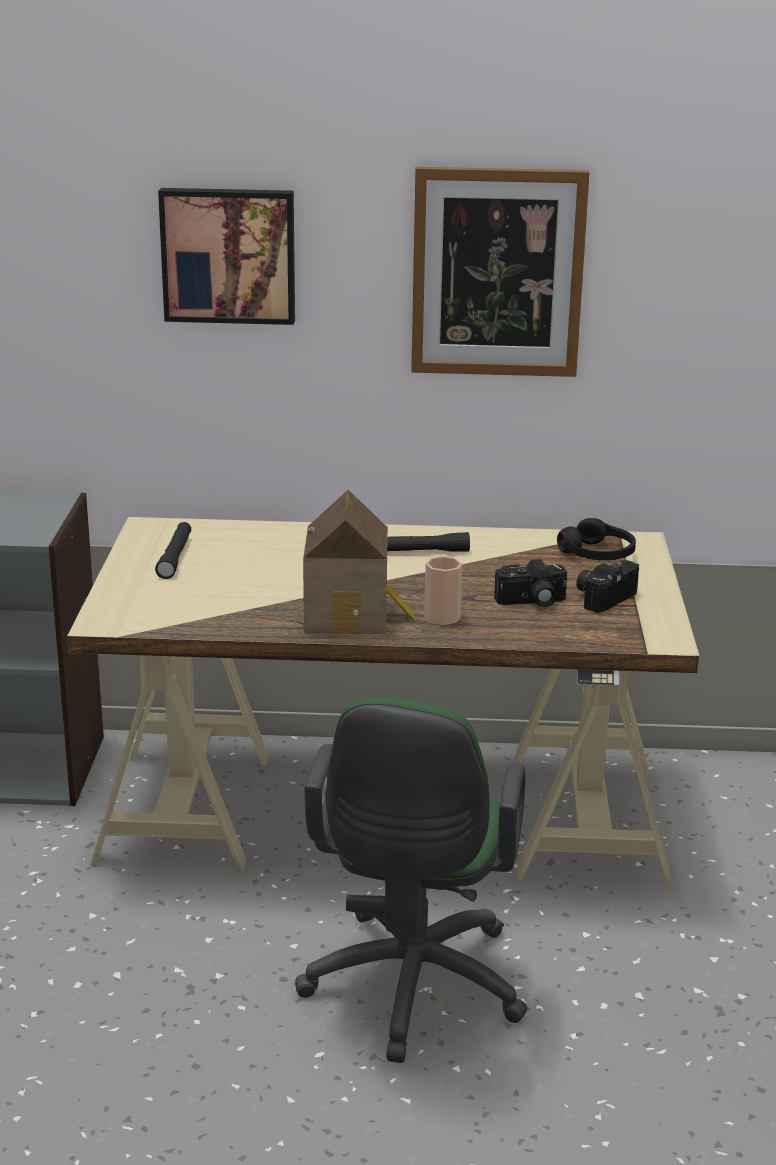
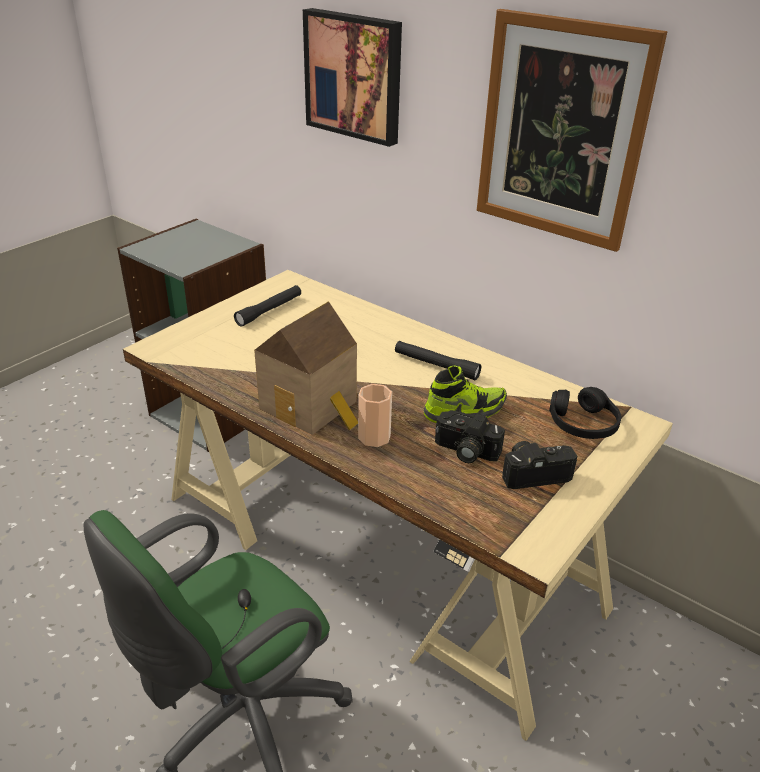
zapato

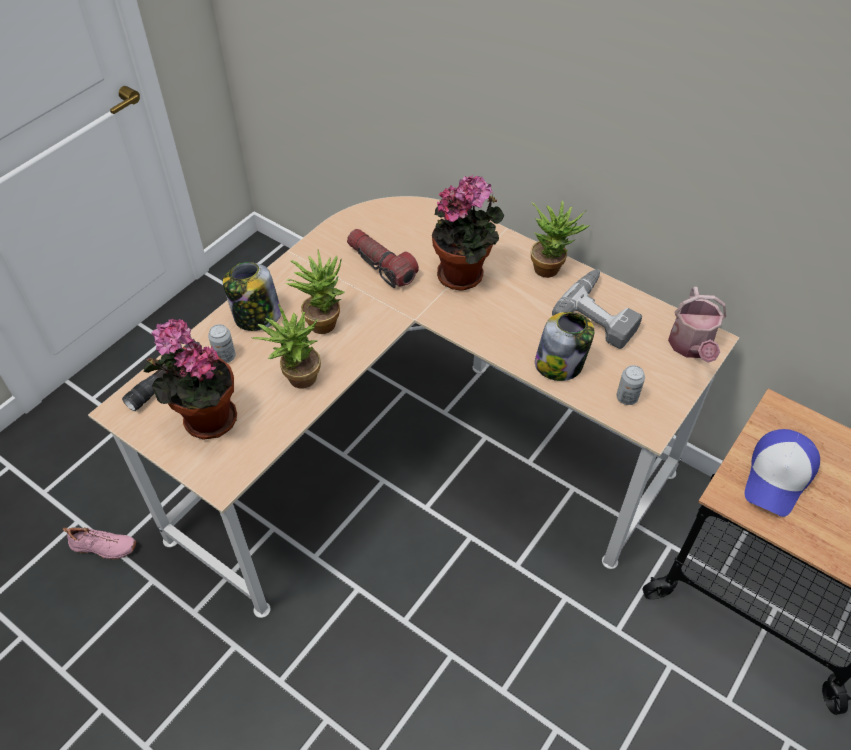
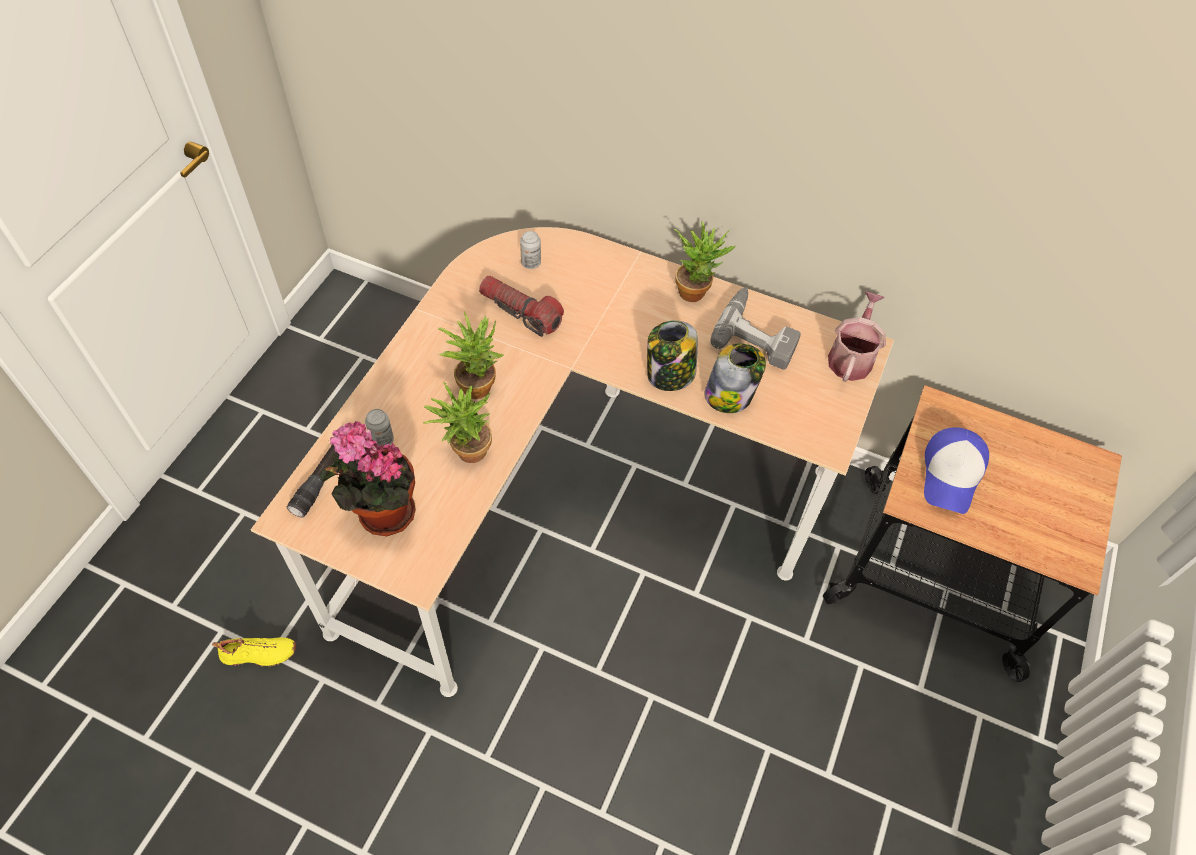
zapato [amarillo]; tarro (1st from left); planta en maceta (4th from left in the first image); lata (2nd from left); regadera

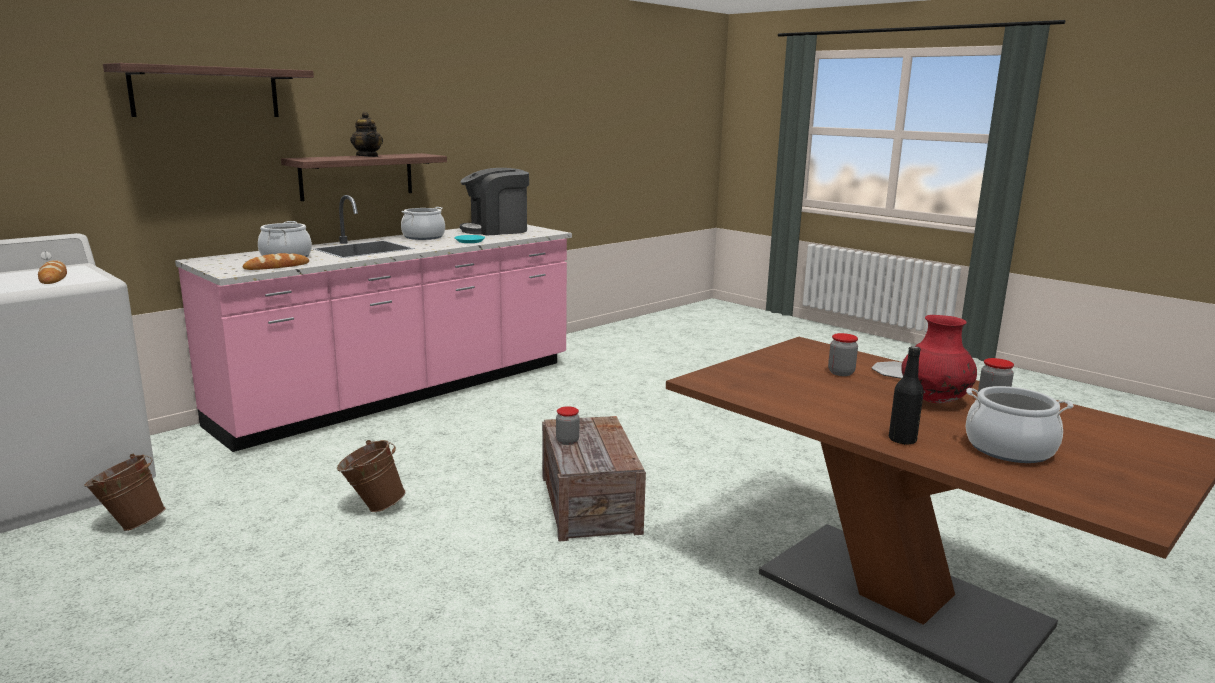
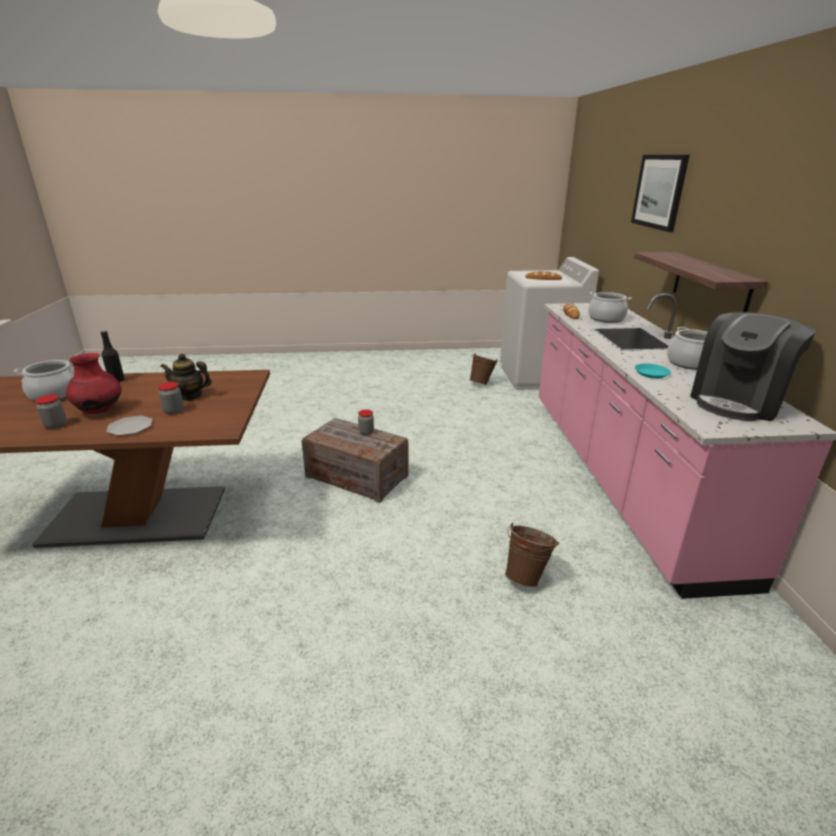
cuadro; cubo [marrón] (2nd from left); tetera; cafetera

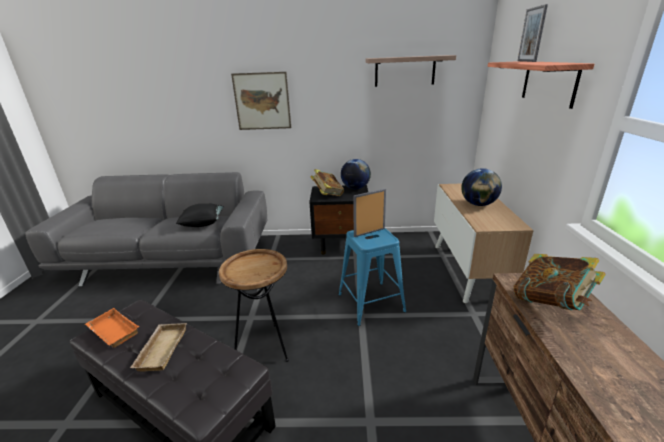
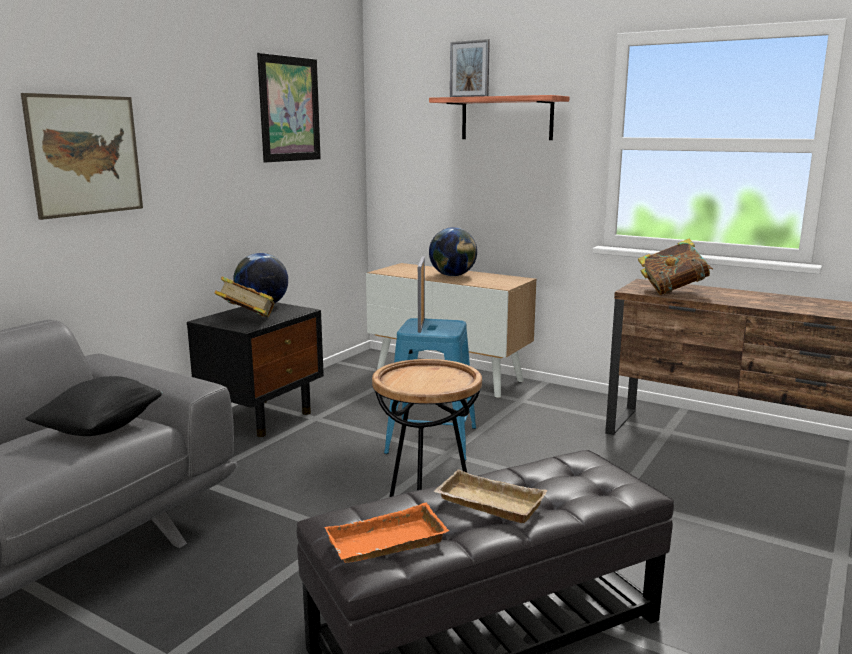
cuadro (2nd from left)

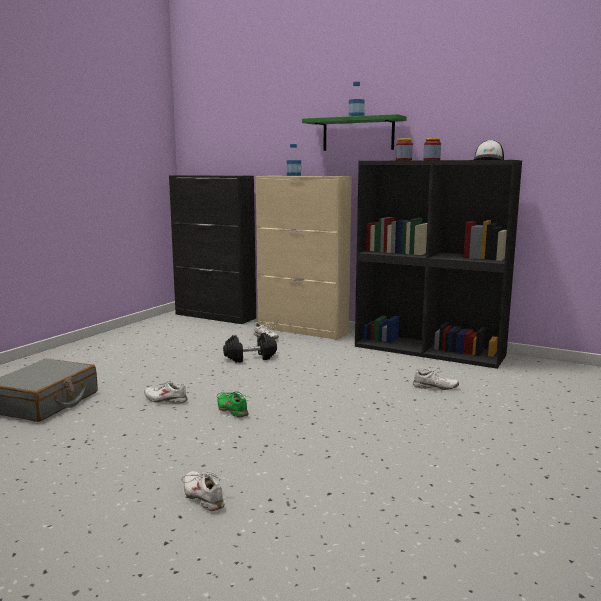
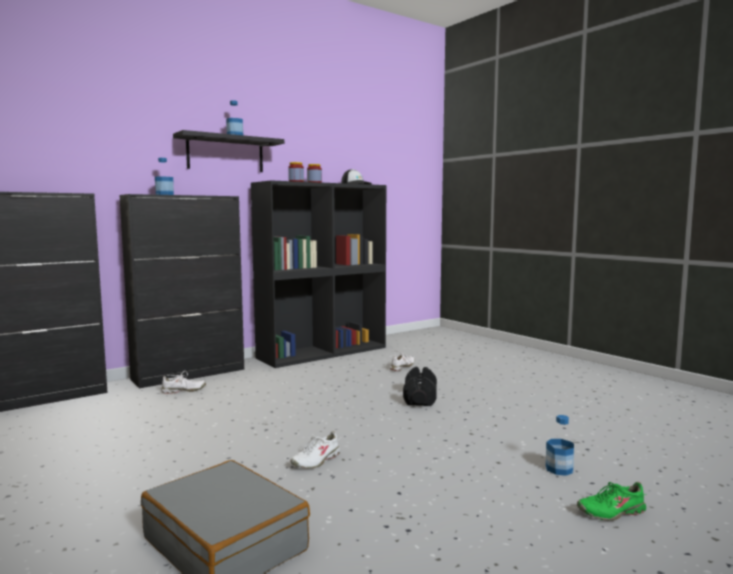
botella (3rd from left); zapato [verde]; mancuerna [negro]; armario [negro] (2nd from left); estante [negro]

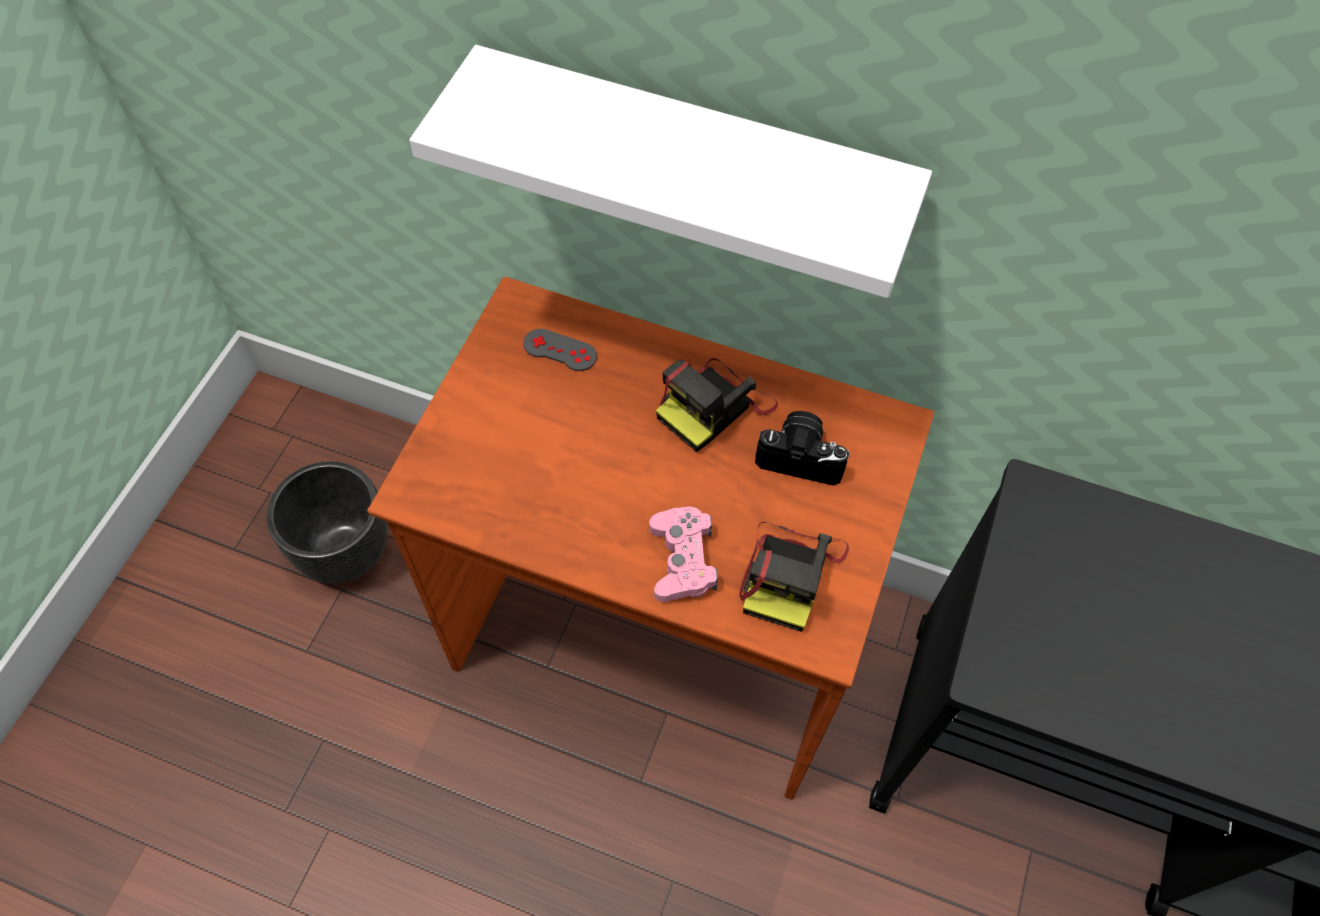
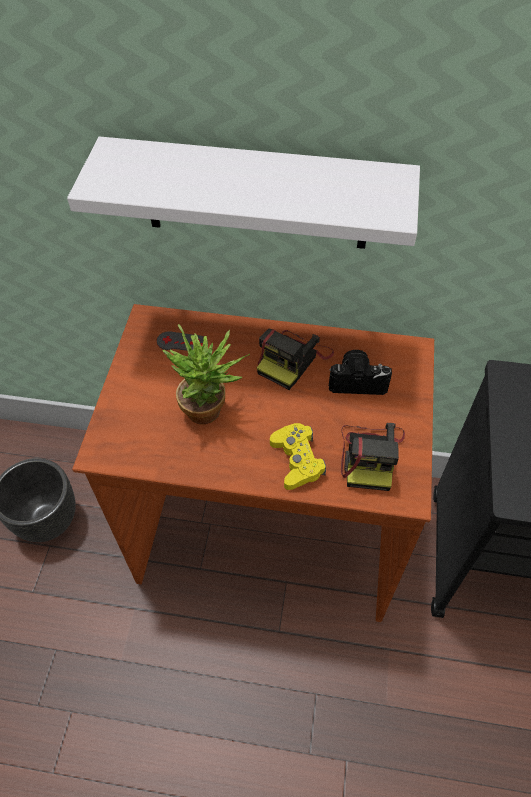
mando de consola [amarillo]; planta en maceta

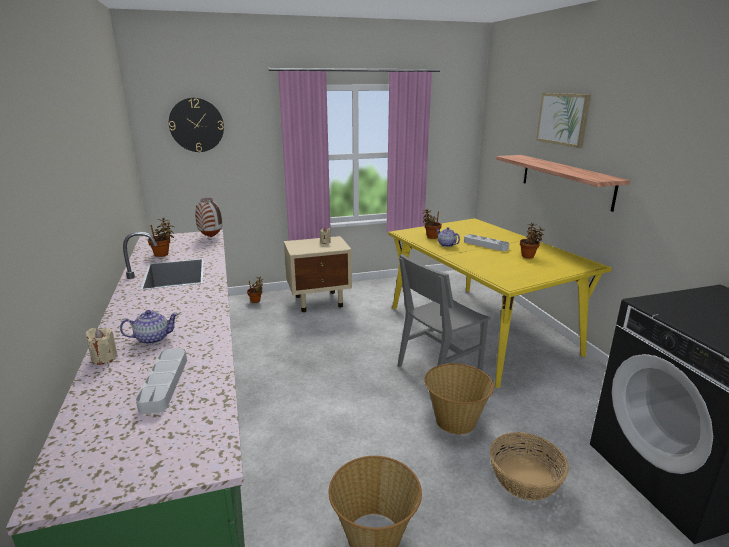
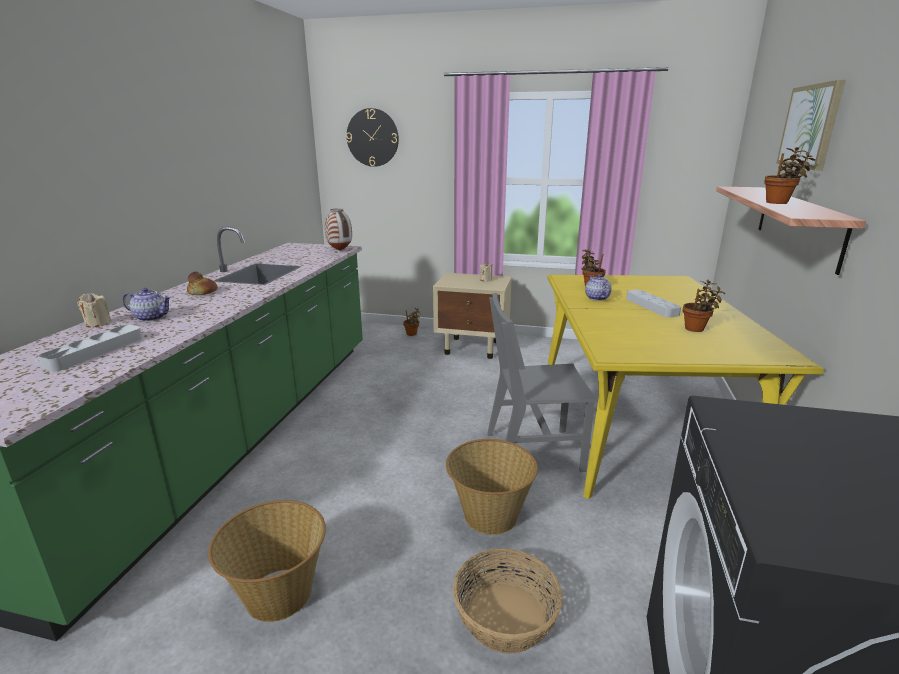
planta en maceta (4th from left); pan

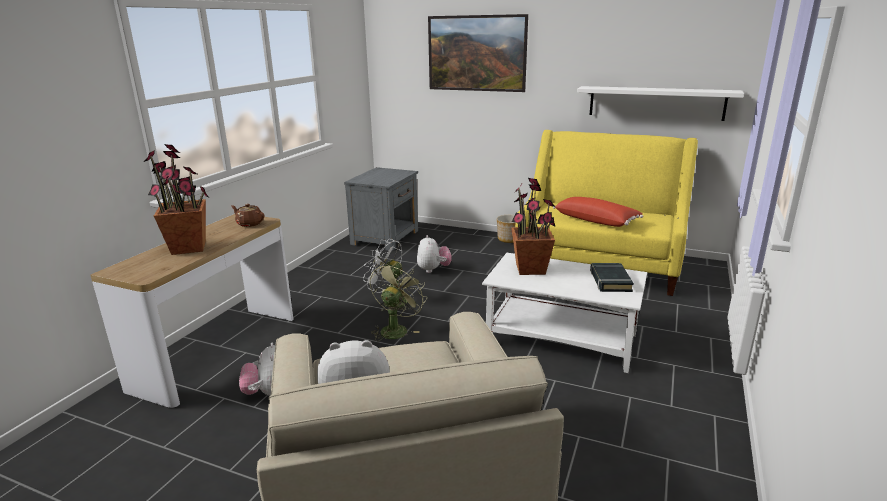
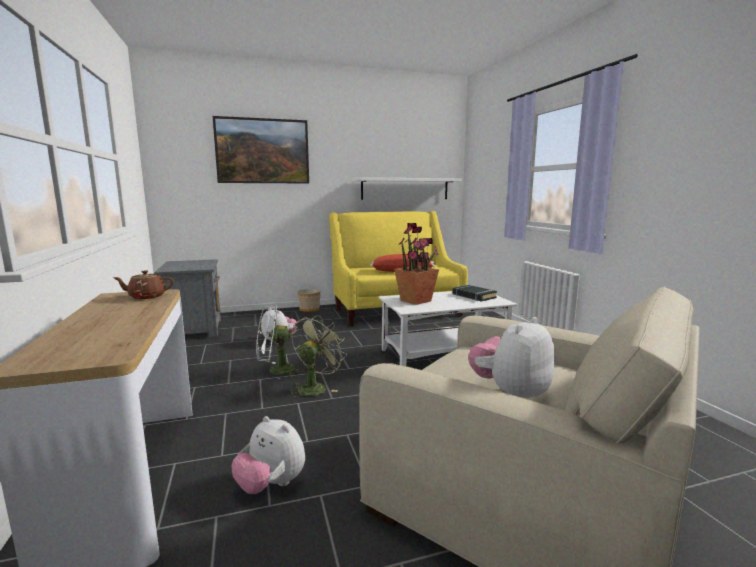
planta en maceta (1st from left in the first image); ventilador [verde]

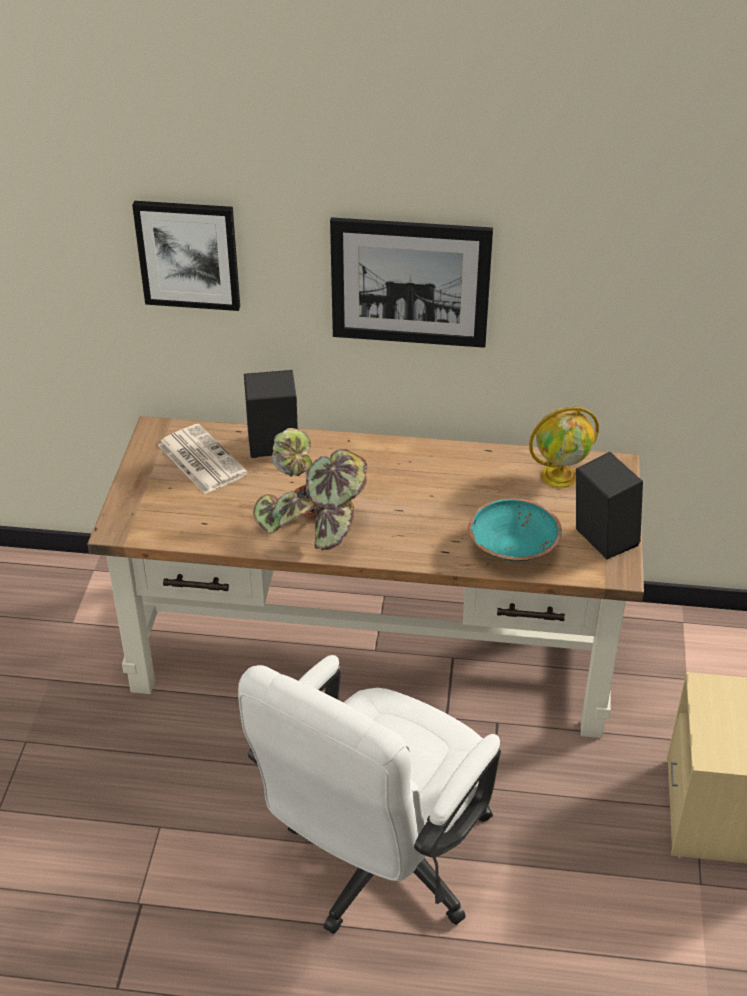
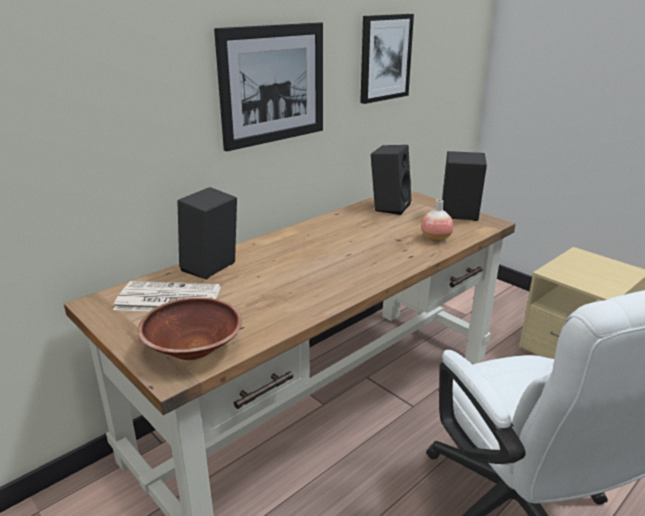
cuadro (2nd from left); planta en maceta; florero; altavoz [negro] (2nd from left); cuenco [marrón]

